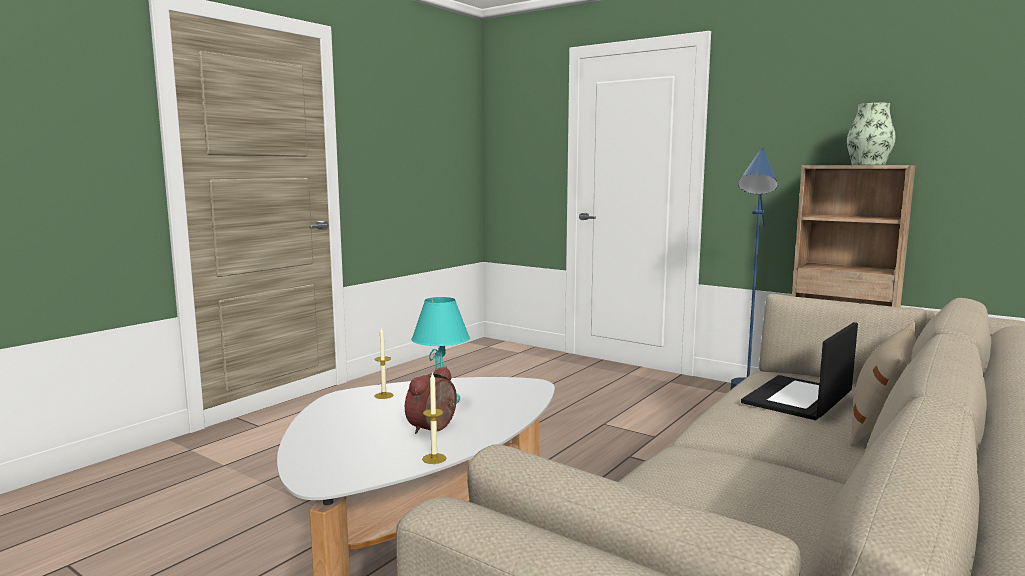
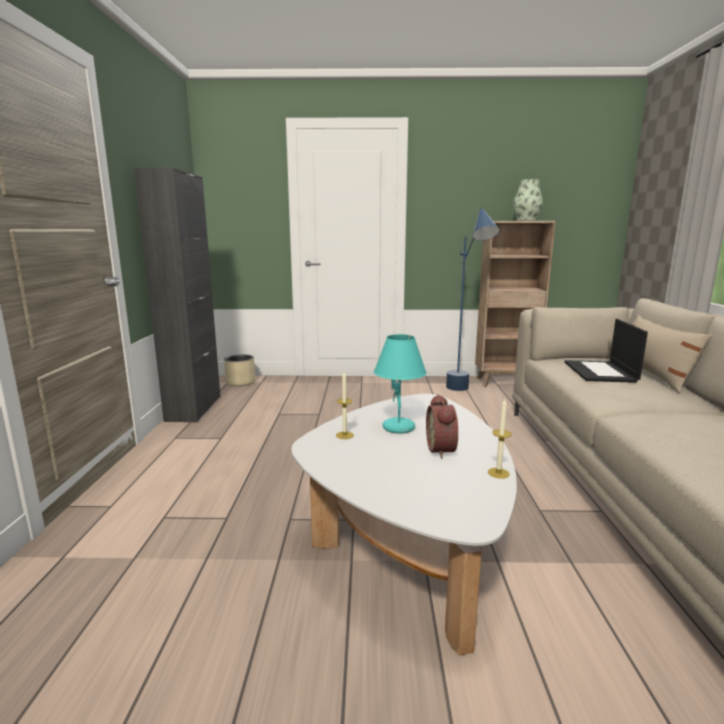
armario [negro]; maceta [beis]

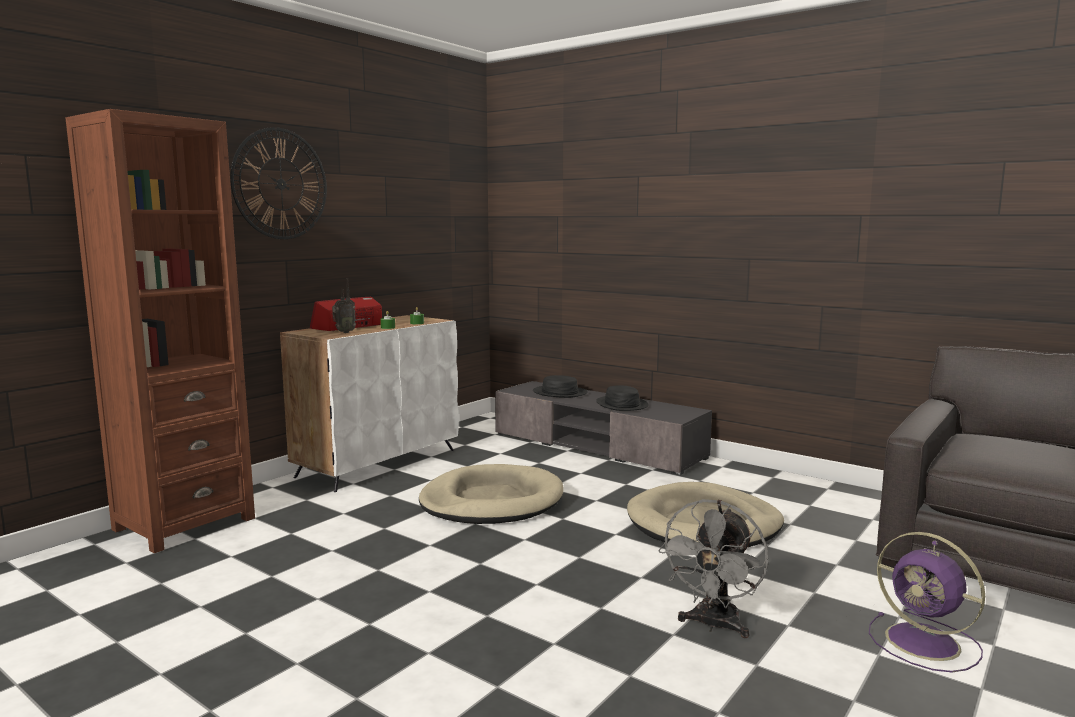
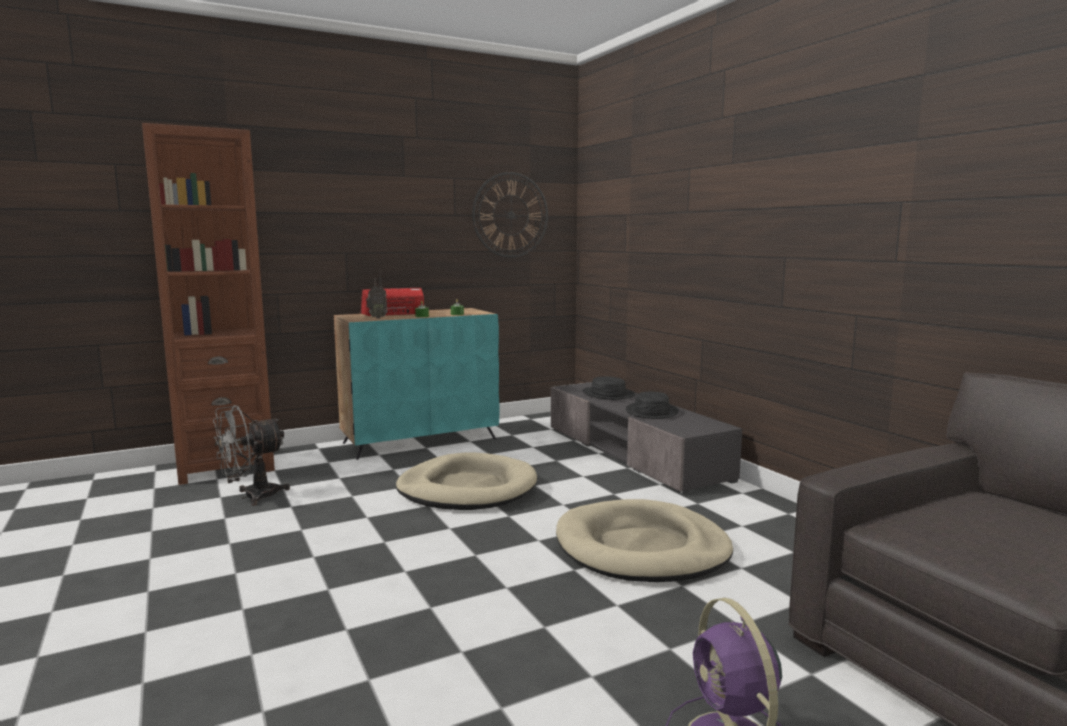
reloj de pared; armario [turquesa]; ventilador [gris]

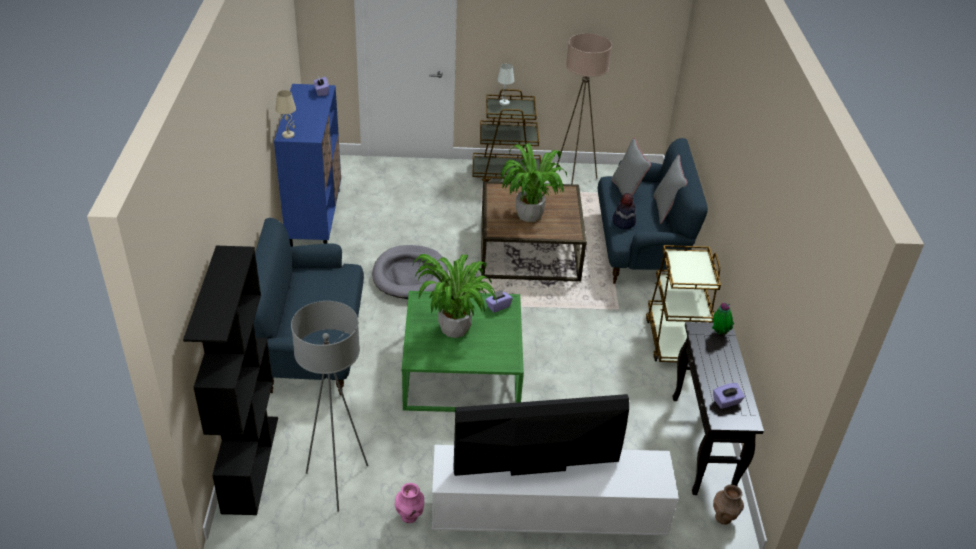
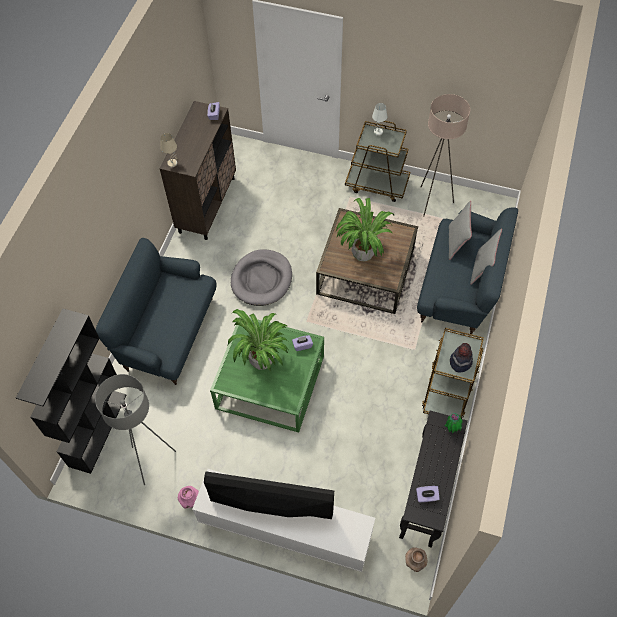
armario [marrón]; sombrero

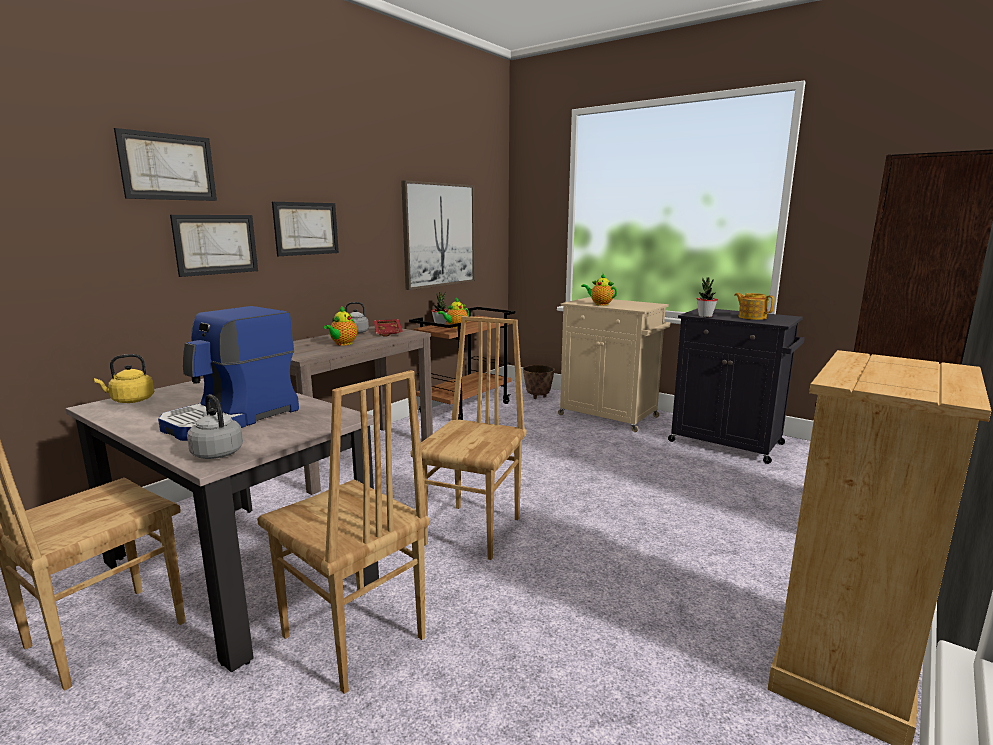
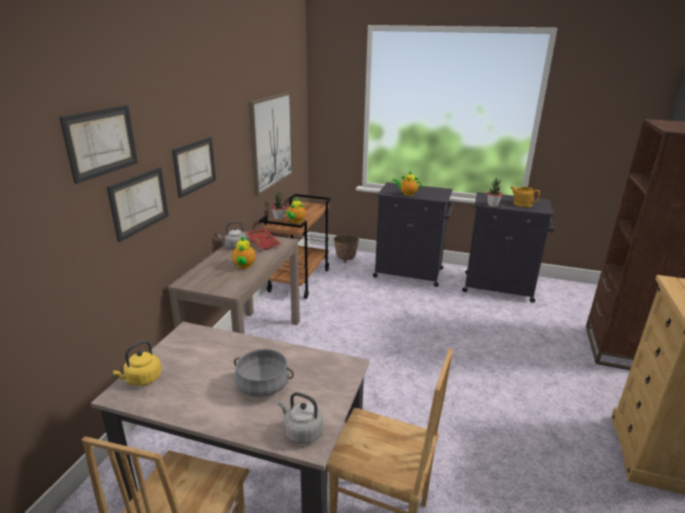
olla [gris]; silla [marrón] (3rd from left in the first image); armario [negro] (1st from left)

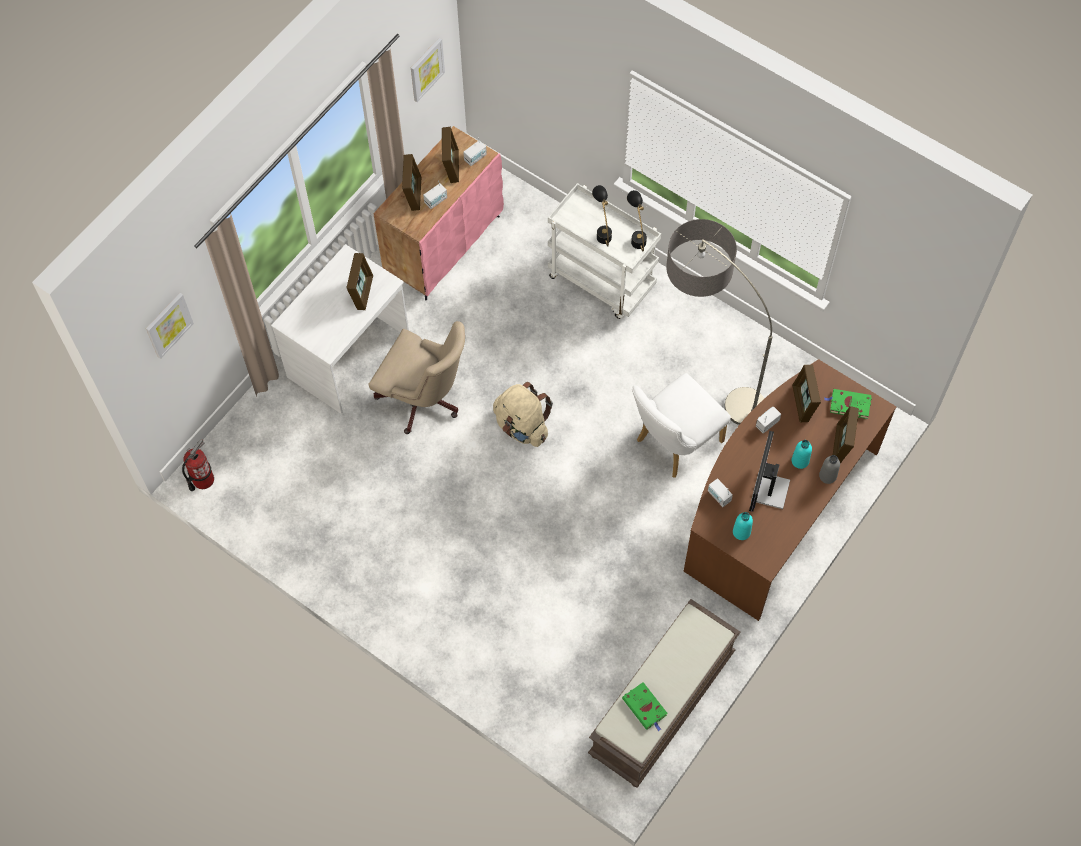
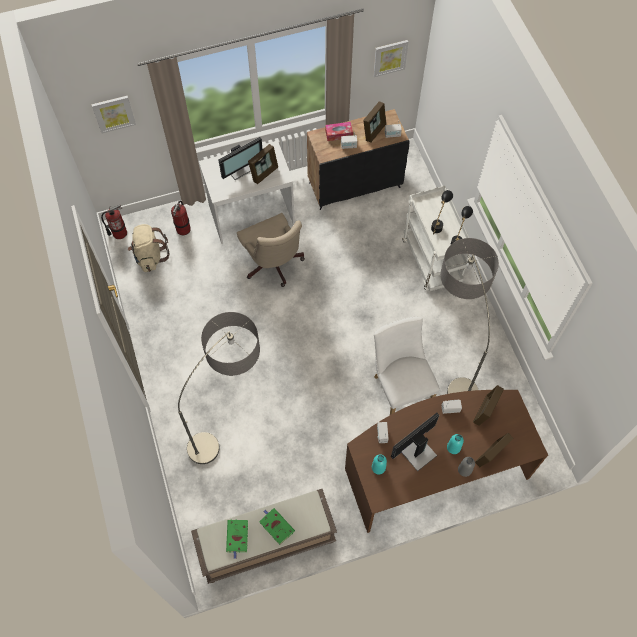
armario [negro]; caja de pañuelos; mochila [beis]; silla [blanco]; libro [verde] (2nd from left); extintor (2nd from left); lámpara de pie (1st from left); monitor (1st from left)

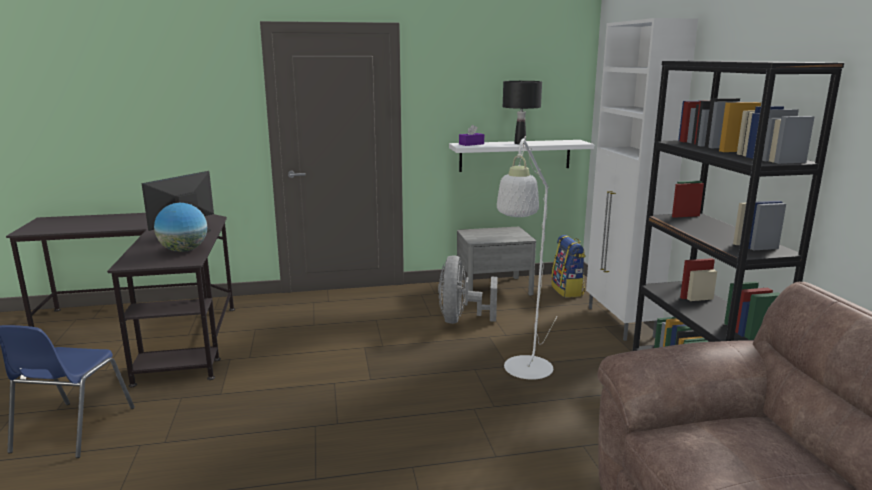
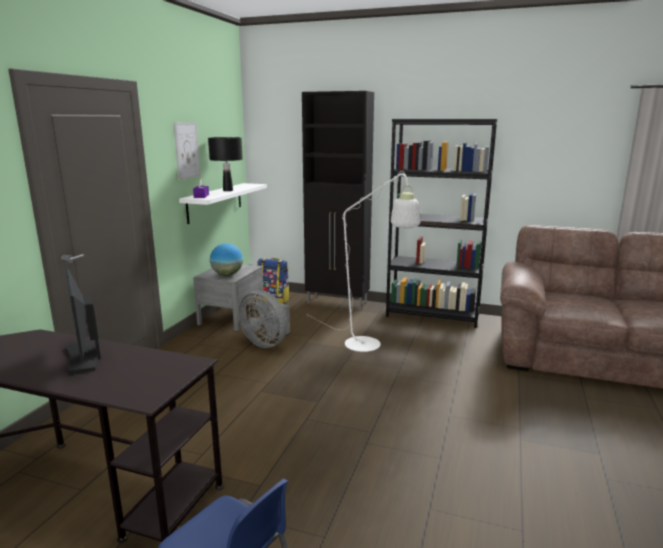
globo terráqueo; armario [negro]; cuadro

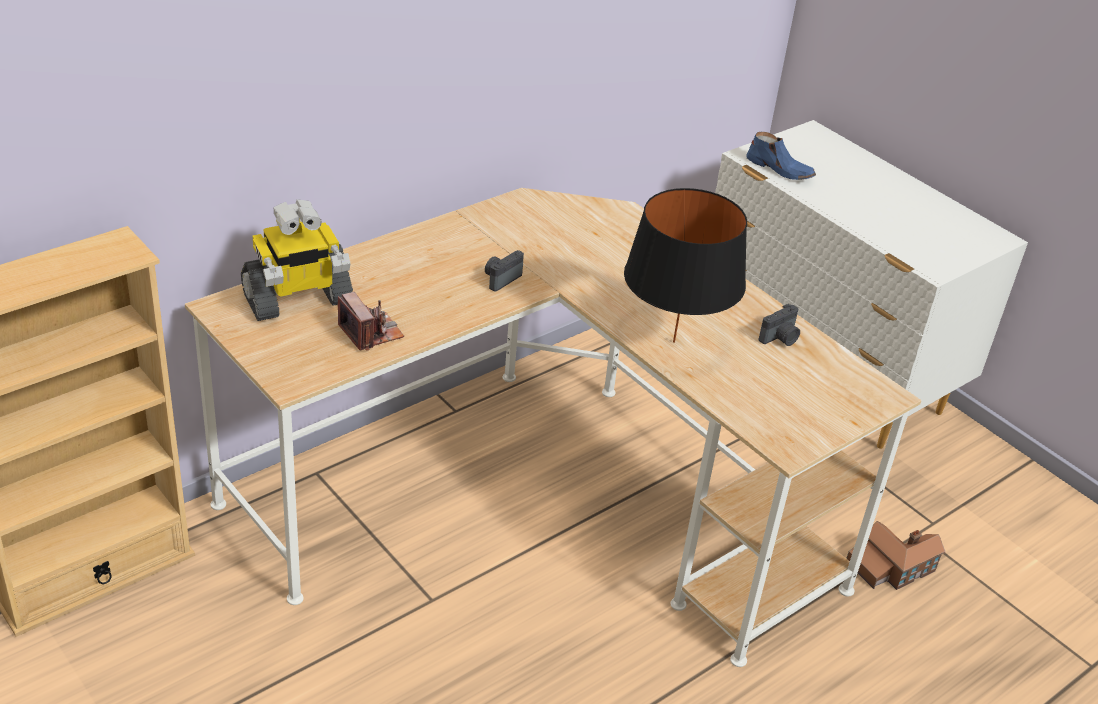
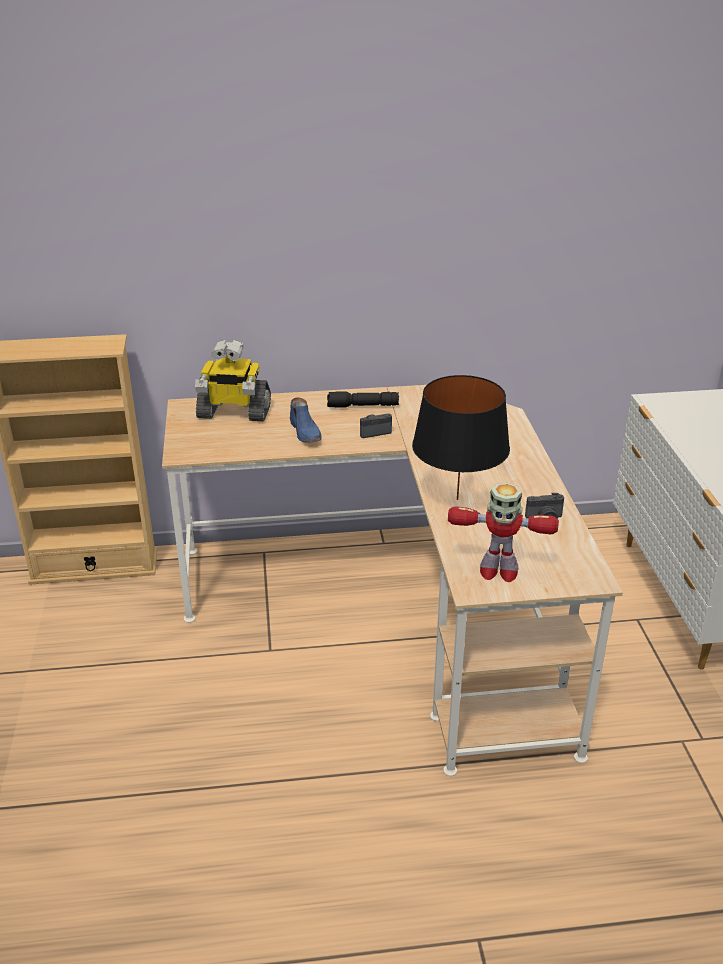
cámara (1st from left in the first image); zapato [azul]; casita; linterna [negro]; robot de juguete (2nd from left)

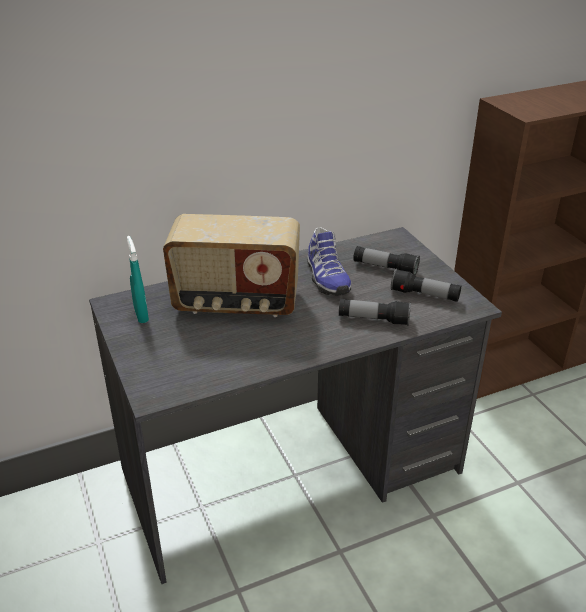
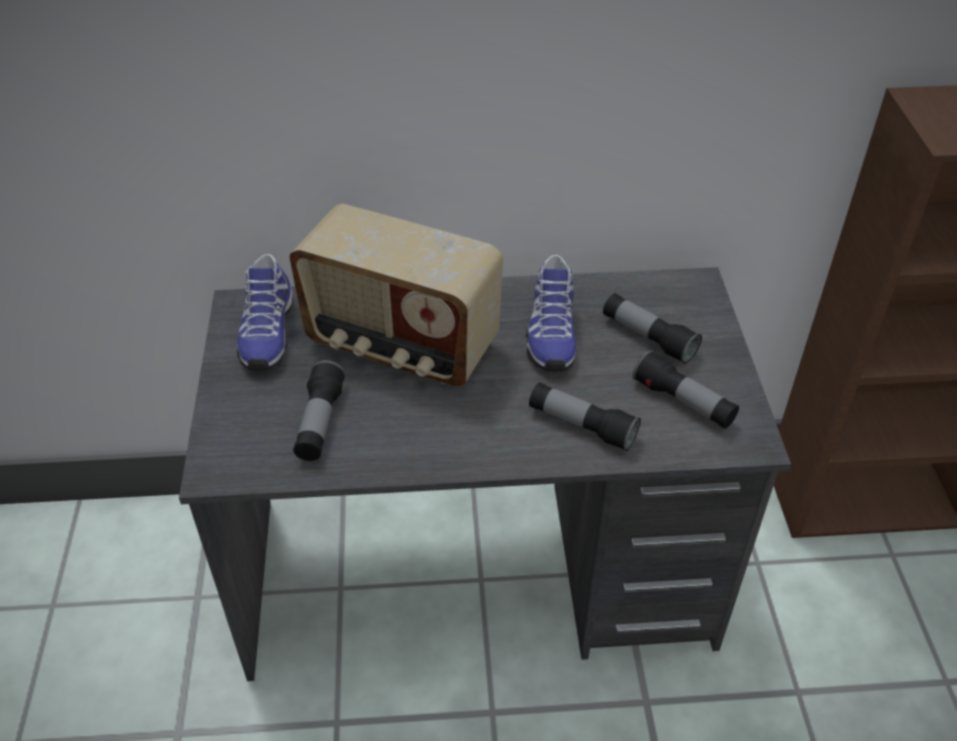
zapato (1st from left); linterna (1st from left)

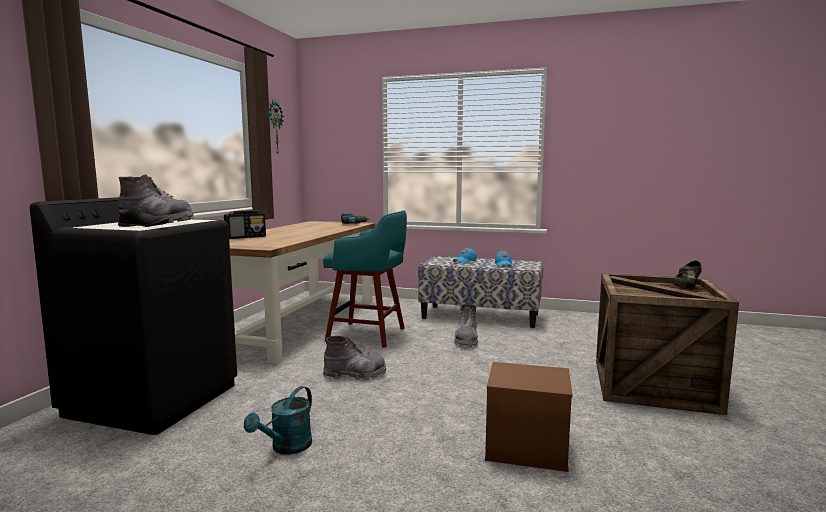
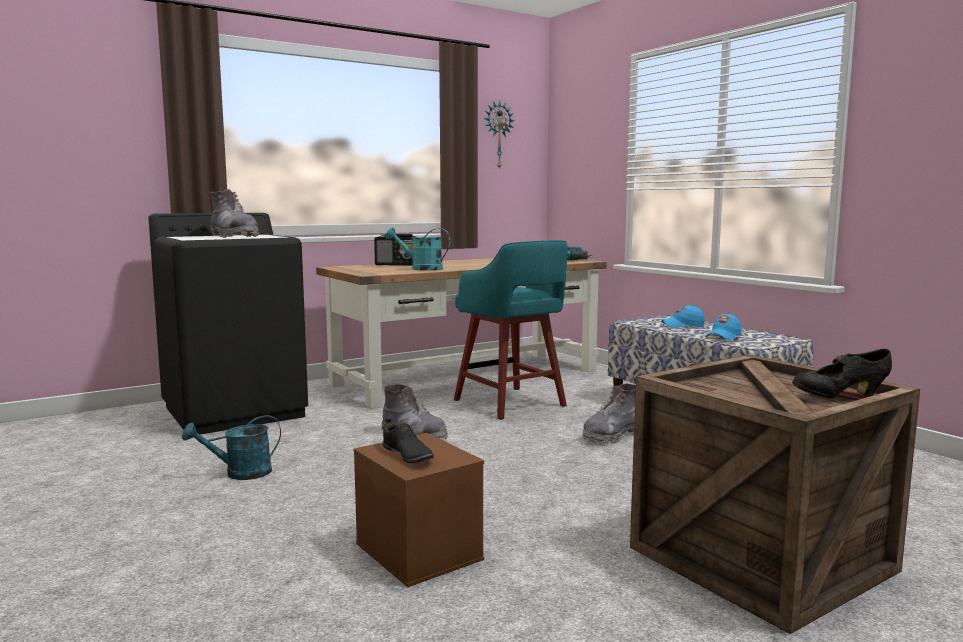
zapato [negro] (1st from left); regadera [turquesa] (2nd from left)

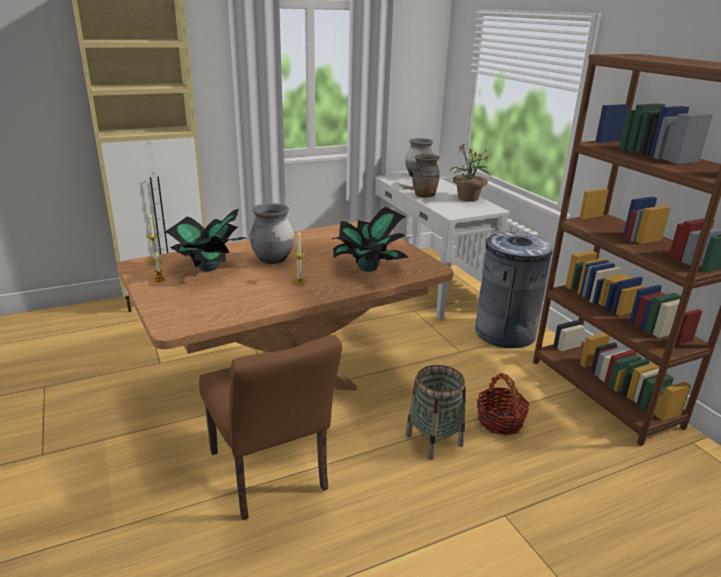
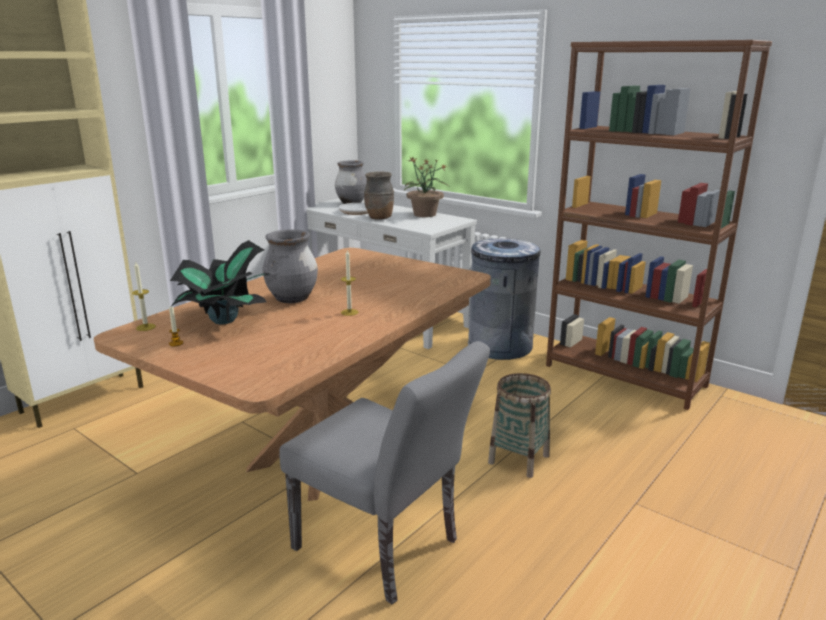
silla [gris]; planta en maceta (2nd from left in the first image); cesta (2nd from left in the first image)

